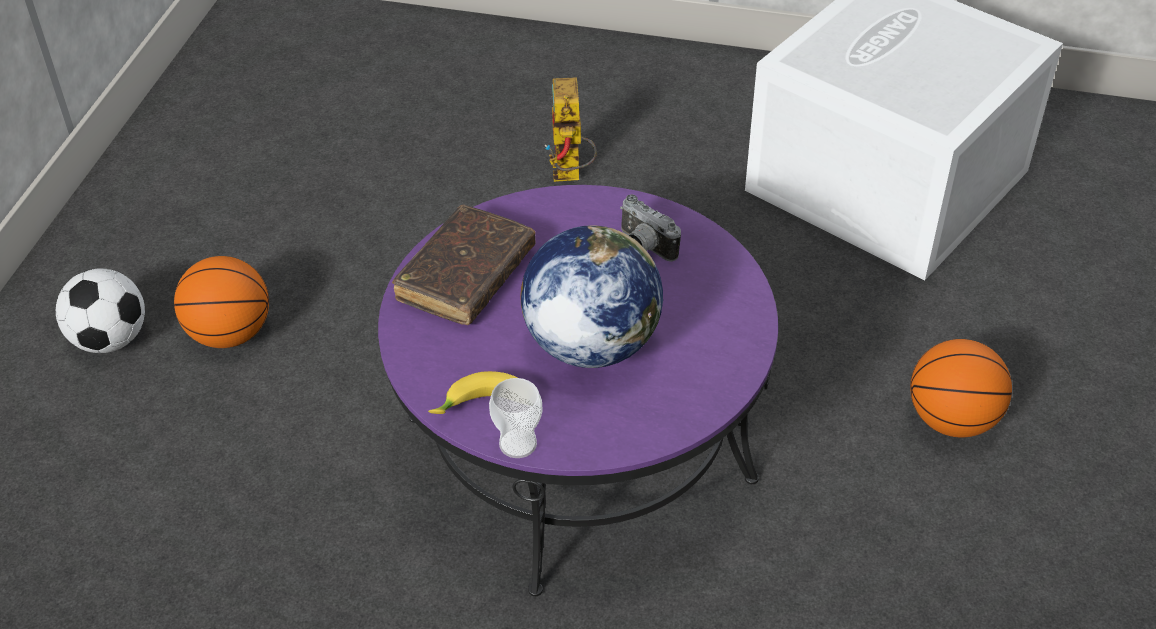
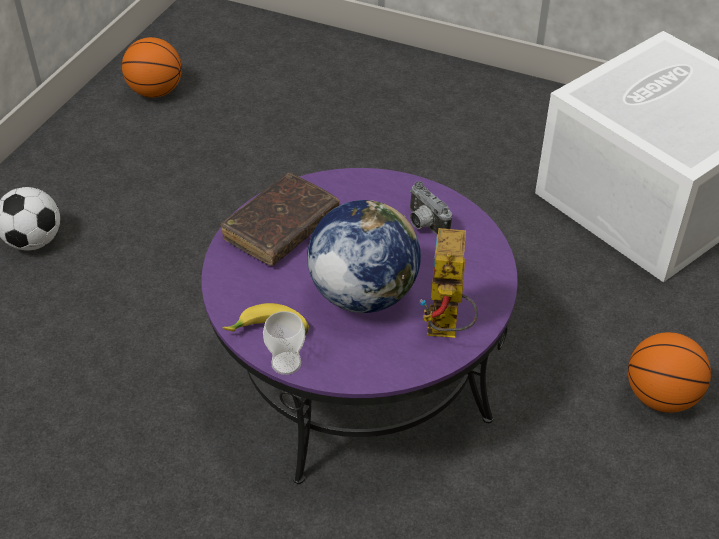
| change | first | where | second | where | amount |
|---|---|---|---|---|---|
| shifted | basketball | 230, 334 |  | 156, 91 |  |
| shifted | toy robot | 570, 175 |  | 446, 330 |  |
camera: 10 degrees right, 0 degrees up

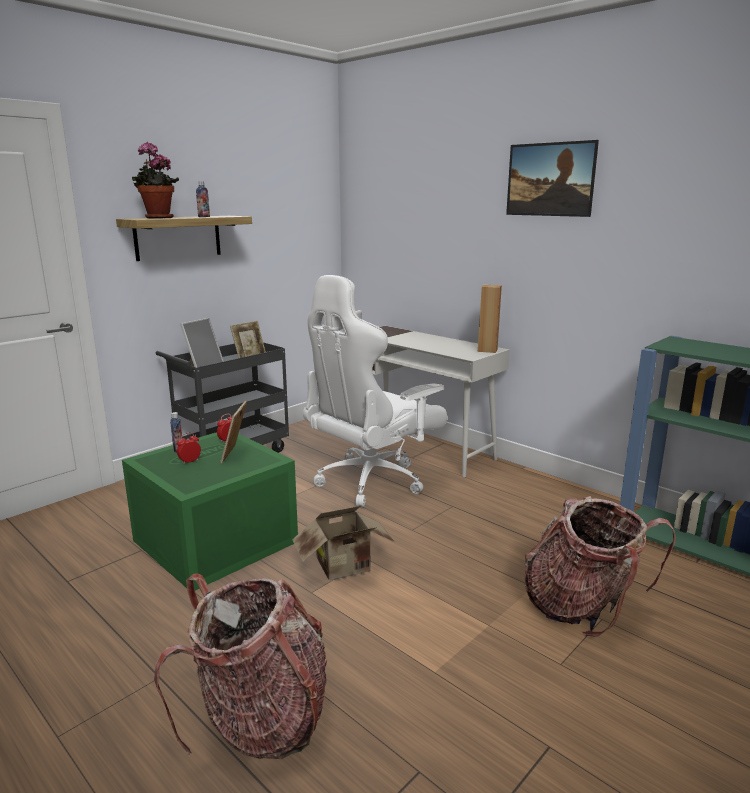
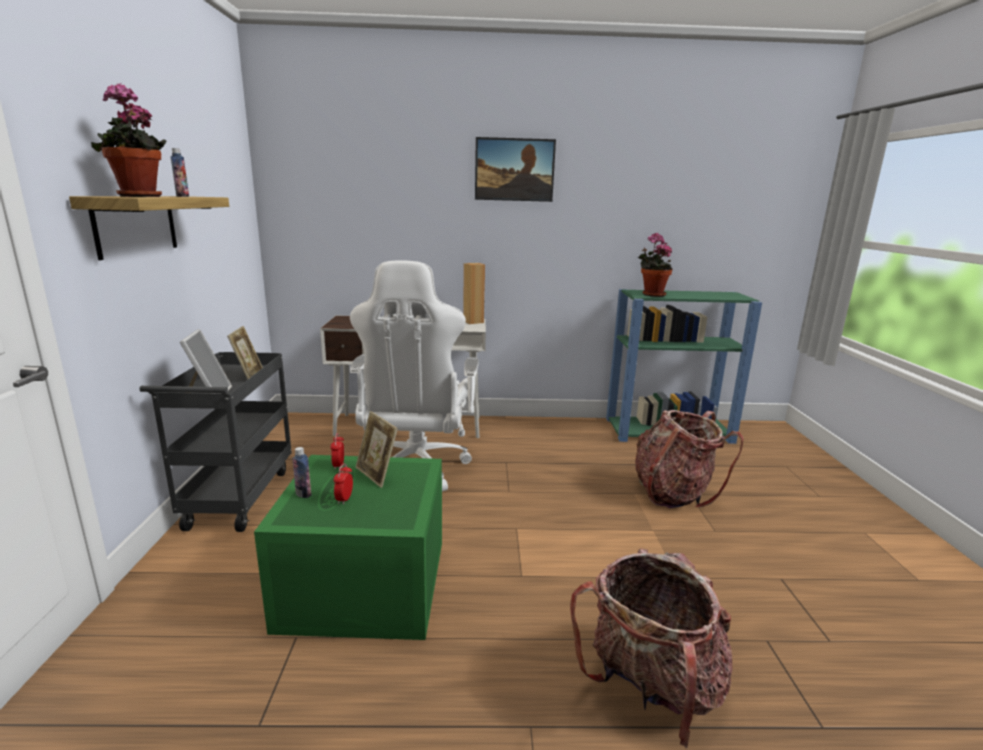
| change | first | where | second | where | amount |
|---|---|---|---|---|---|
| new |  |  | potted plant | 651, 294 |  |
| gone | cardboard box | 346, 568 |  |  |  |
camera: 45 degrees left, 0 degrees up

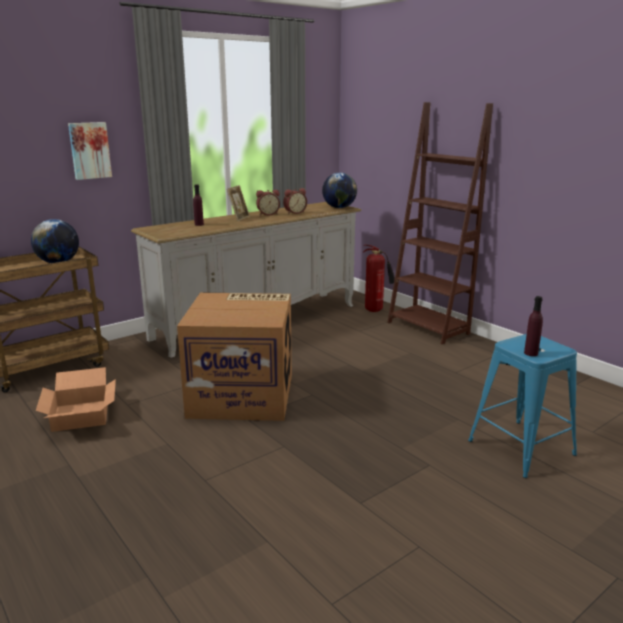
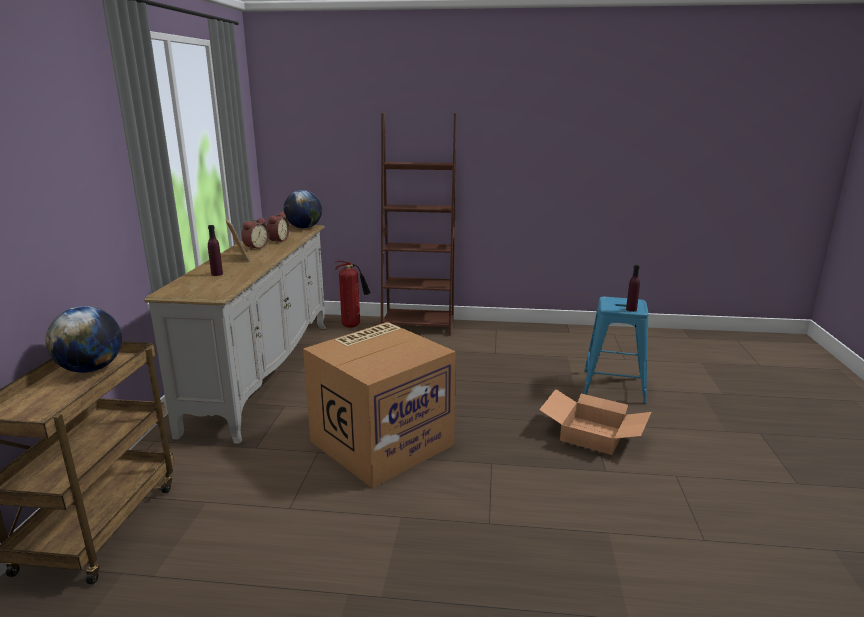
| change | first | where | second | where | amount |
|---|---|---|---|---|---|
| shifted | cardboard box | 82, 415 |  | 593, 435 |  |
| gone | picture | 89, 150 |  |  |  |
camera: 45 degrees left, 0 degrees up

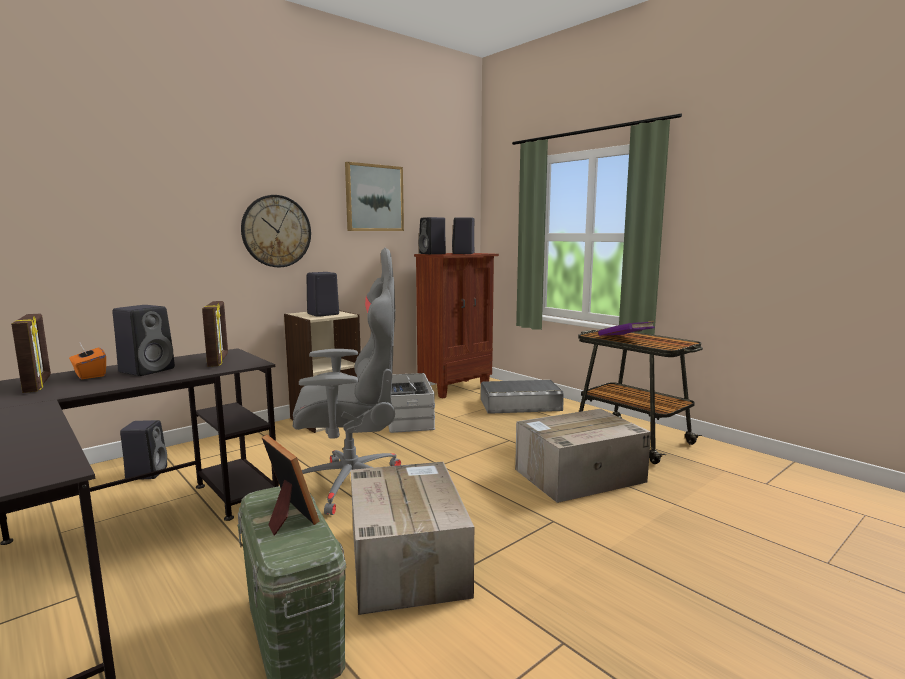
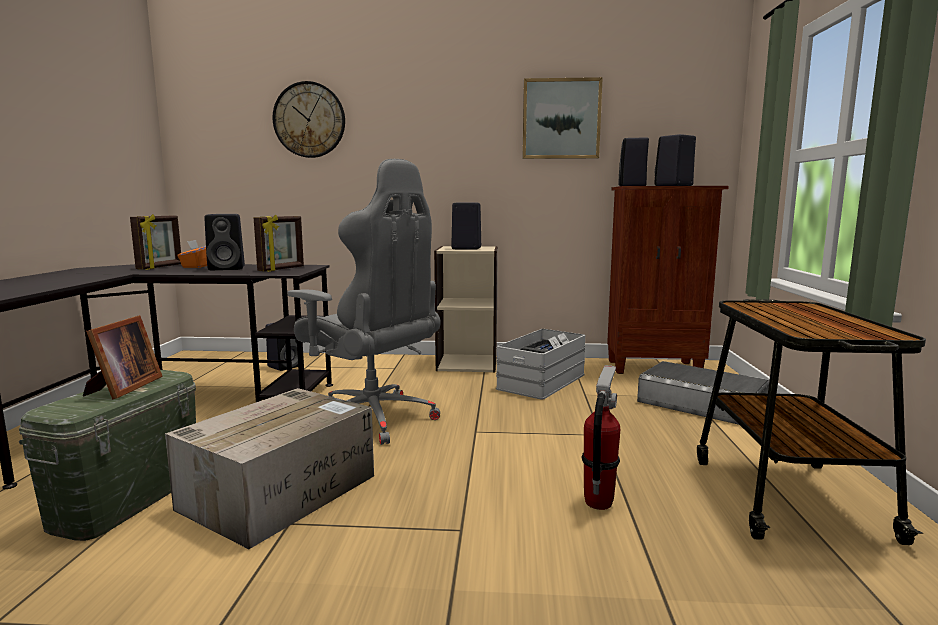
| change | first | where | second | where | amount |
|---|---|---|---|---|---|
| shifted | wall clock | 276, 231 |  | 309, 120 |  |
| swapped | cardboard box | 578, 476 | fire extinguisher | 598, 502 |  |
| gone | book/purple | 625, 339 |  |  |  |
camera: 45 degrees right, 0 degrees up

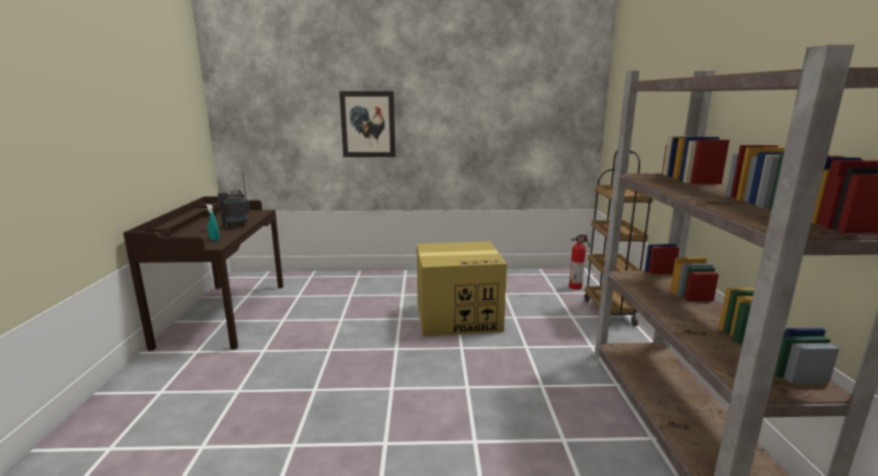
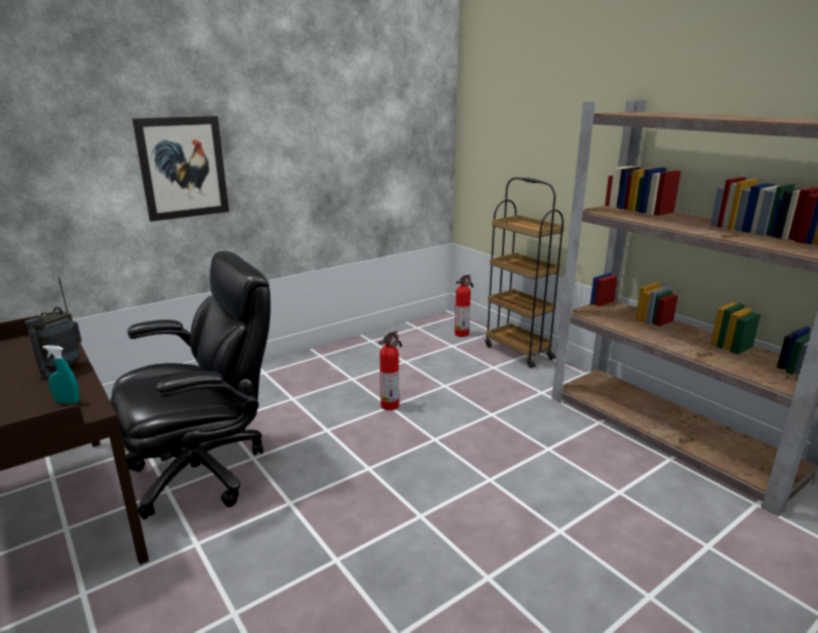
| change | first | where | second | where | amount |
|---|---|---|---|---|---|
| new |  |  | office chair/black | 205, 472 |  |
| swapped | cardboard box | 459, 317 | fire extinguisher | 391, 405 |  |
camera: 35 degrees left, 5 degrees up

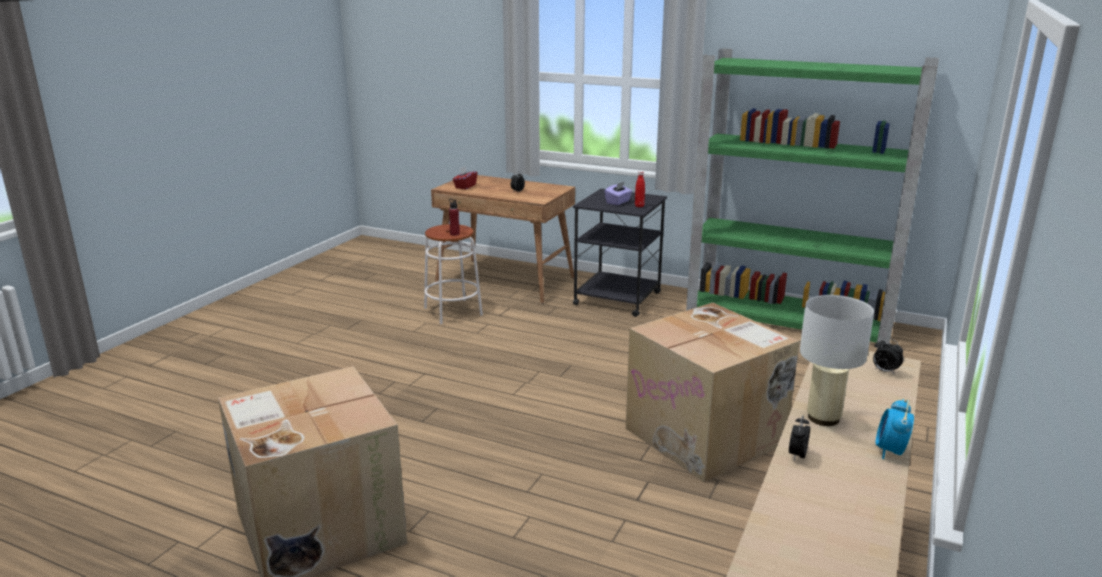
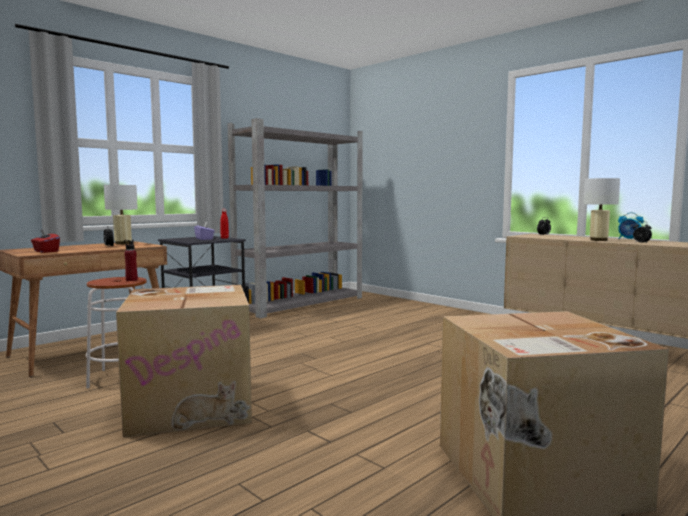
| change | first | where | second | where | amount |
|---|---|---|---|---|---|
| new |  |  | table lamp/white | 123, 243 |  |
| shifted | cardboard box | 707, 436 |  | 192, 405 |  |
| repainted | bookcase/green | 788, 318 | bookcase/grey | 301, 304 |  |
camera: 70 degrees left, 15 degrees down

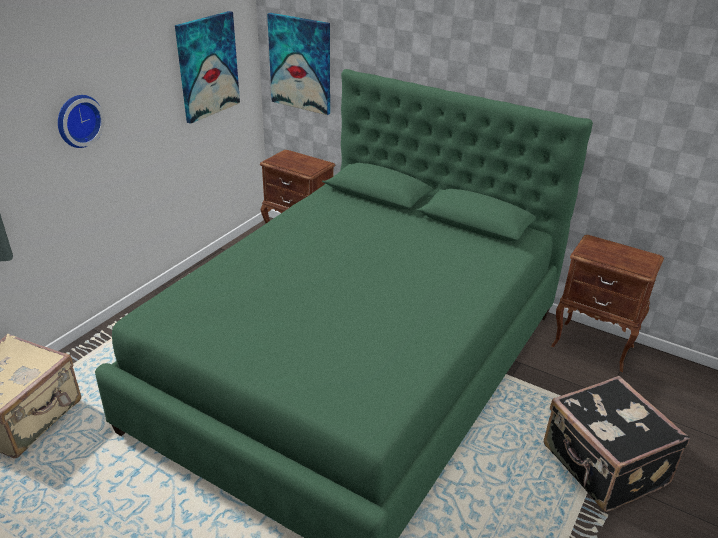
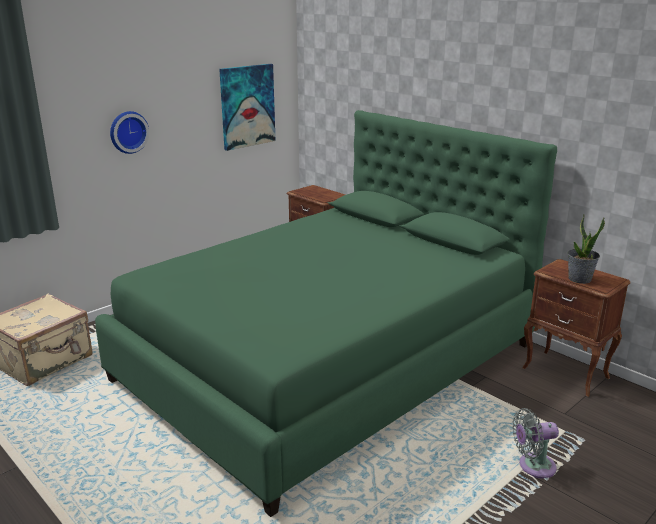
| change | first | where | second | where | amount |
|---|---|---|---|---|---|
| swapped | suitcase/black | 602, 466 | fan/grey | 533, 466 |  |
| new |  |  | potted plant | 579, 279 |  |
| gone | picture | 300, 63 |  |  |  |
camera: 15 degrees right, 10 degrees down

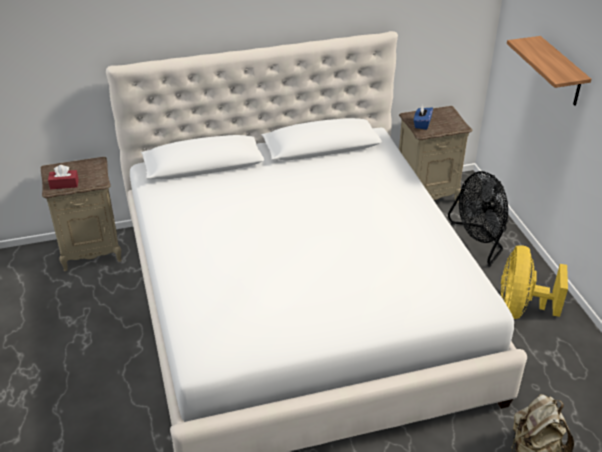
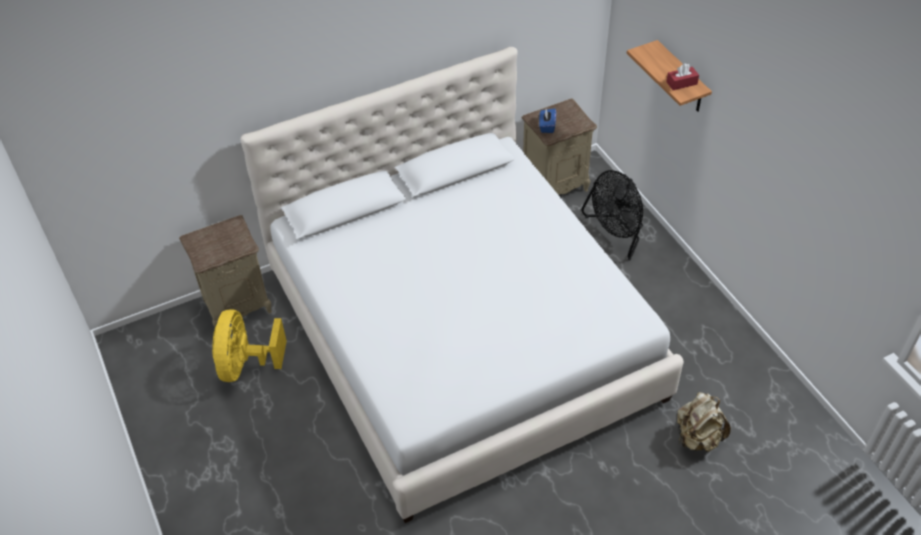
| change | first | where | second | where | amount |
|---|---|---|---|---|---|
| shifted | fan/yellow | 521, 308 |  | 246, 365 |  |
| shifted | tissue box/red | 64, 184 |  | 681, 83 |  |
camera: 10 degrees left, 10 degrees up

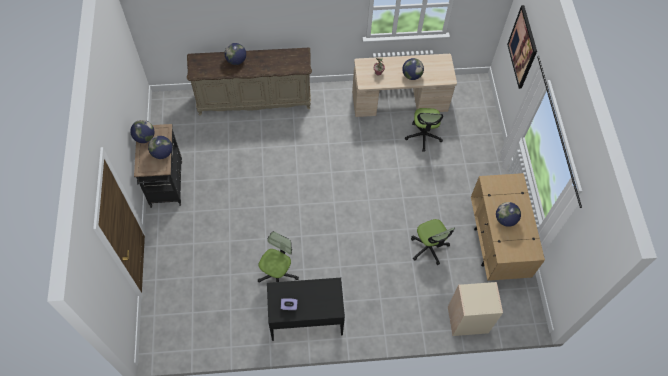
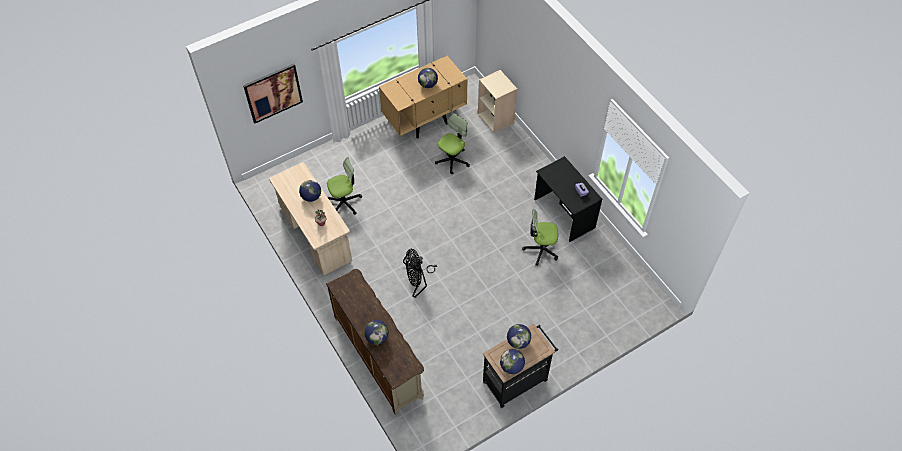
| change | first | where | second | where | amount |
|---|---|---|---|---|---|
| new |  |  | fan/black | 418, 277 |  |
camera: 115 degrees left, 5 degrees down

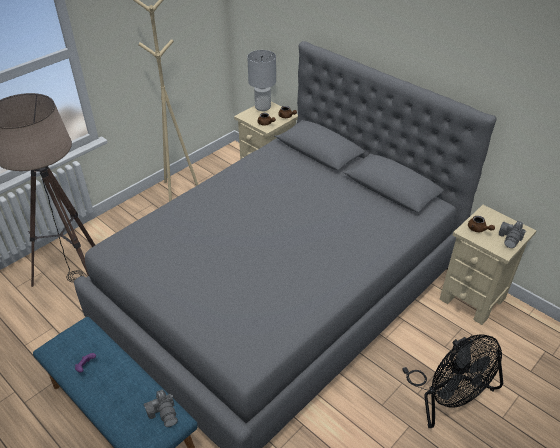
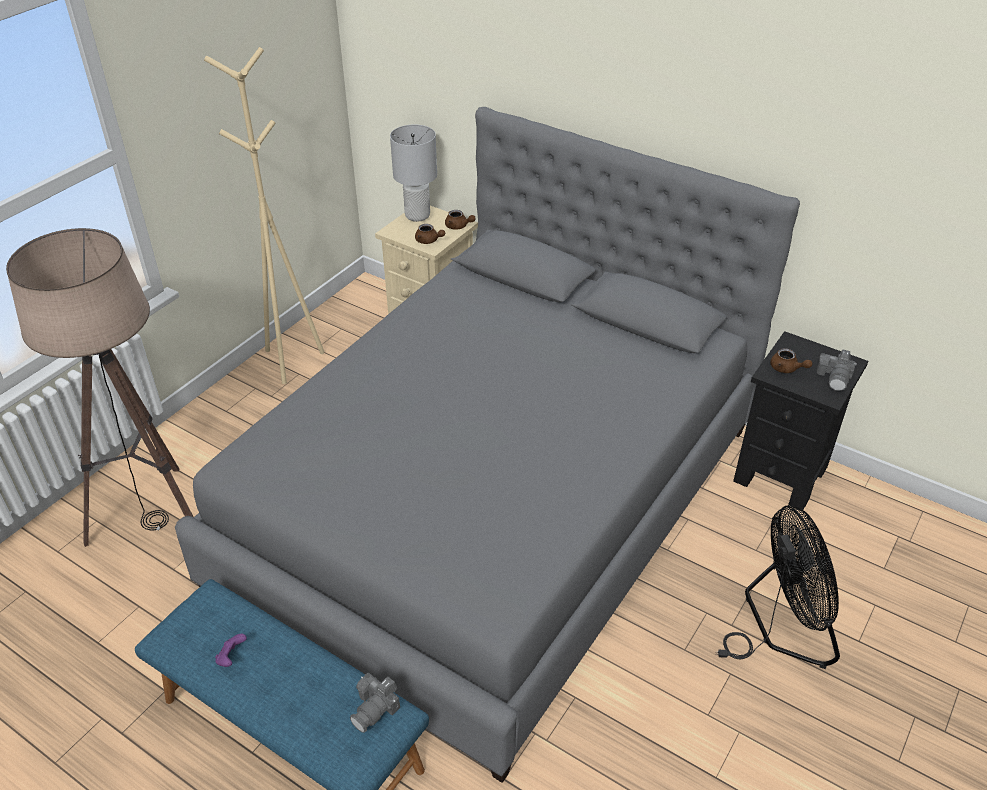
| change | first | where | second | where | amount |
|---|---|---|---|---|---|
| rotated | photo camera | 164, 412 |  | 375, 708 | 75 degrees clockwise |
| rotated | fan/black | 447, 396 |  | 775, 621 | 60 degrees counterclockwise |
| repainted | nightstand/beige | 472, 299 | nightstand/black | 781, 475 |  |
camera: 10 degrees left, 0 degrees up

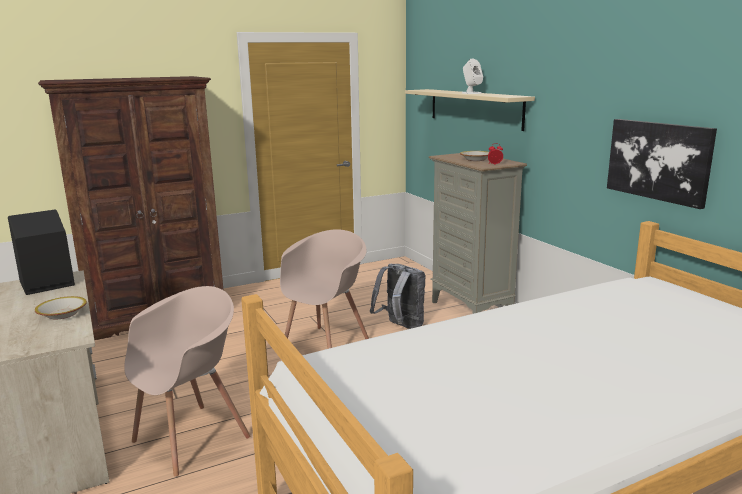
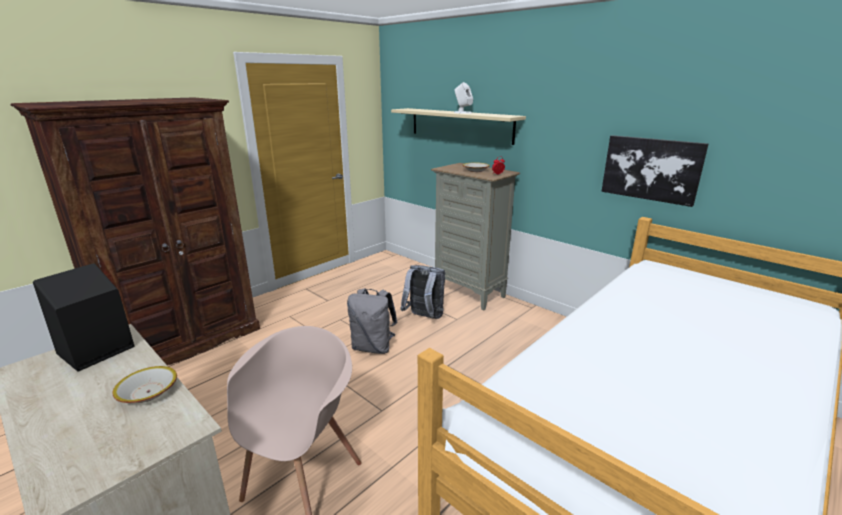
| change | first | where | second | where | amount |
|---|---|---|---|---|---|
| swapped | chair/beige | 326, 346 | backpack/grey | 373, 347 |  |
camera: 20 degrees left, 5 degrees up

